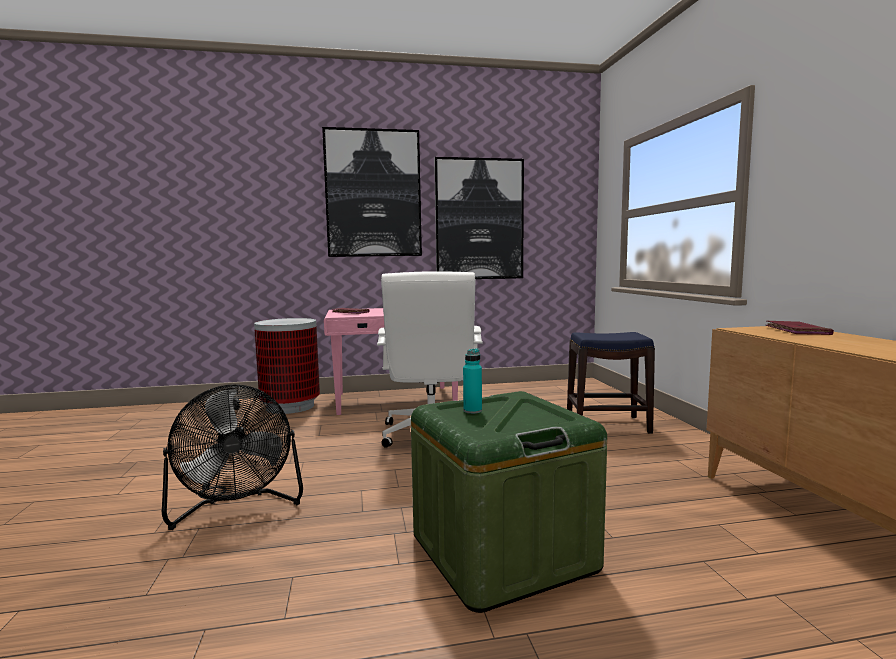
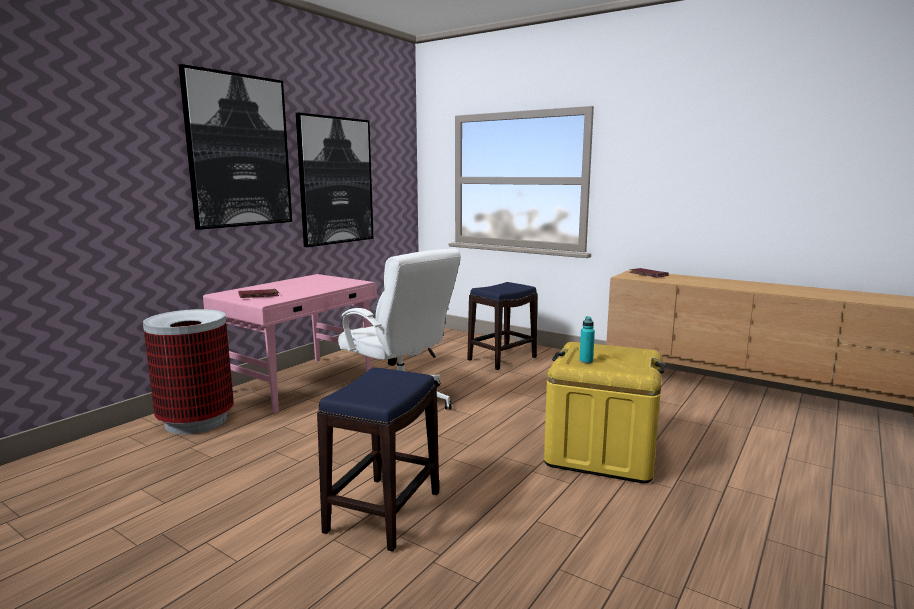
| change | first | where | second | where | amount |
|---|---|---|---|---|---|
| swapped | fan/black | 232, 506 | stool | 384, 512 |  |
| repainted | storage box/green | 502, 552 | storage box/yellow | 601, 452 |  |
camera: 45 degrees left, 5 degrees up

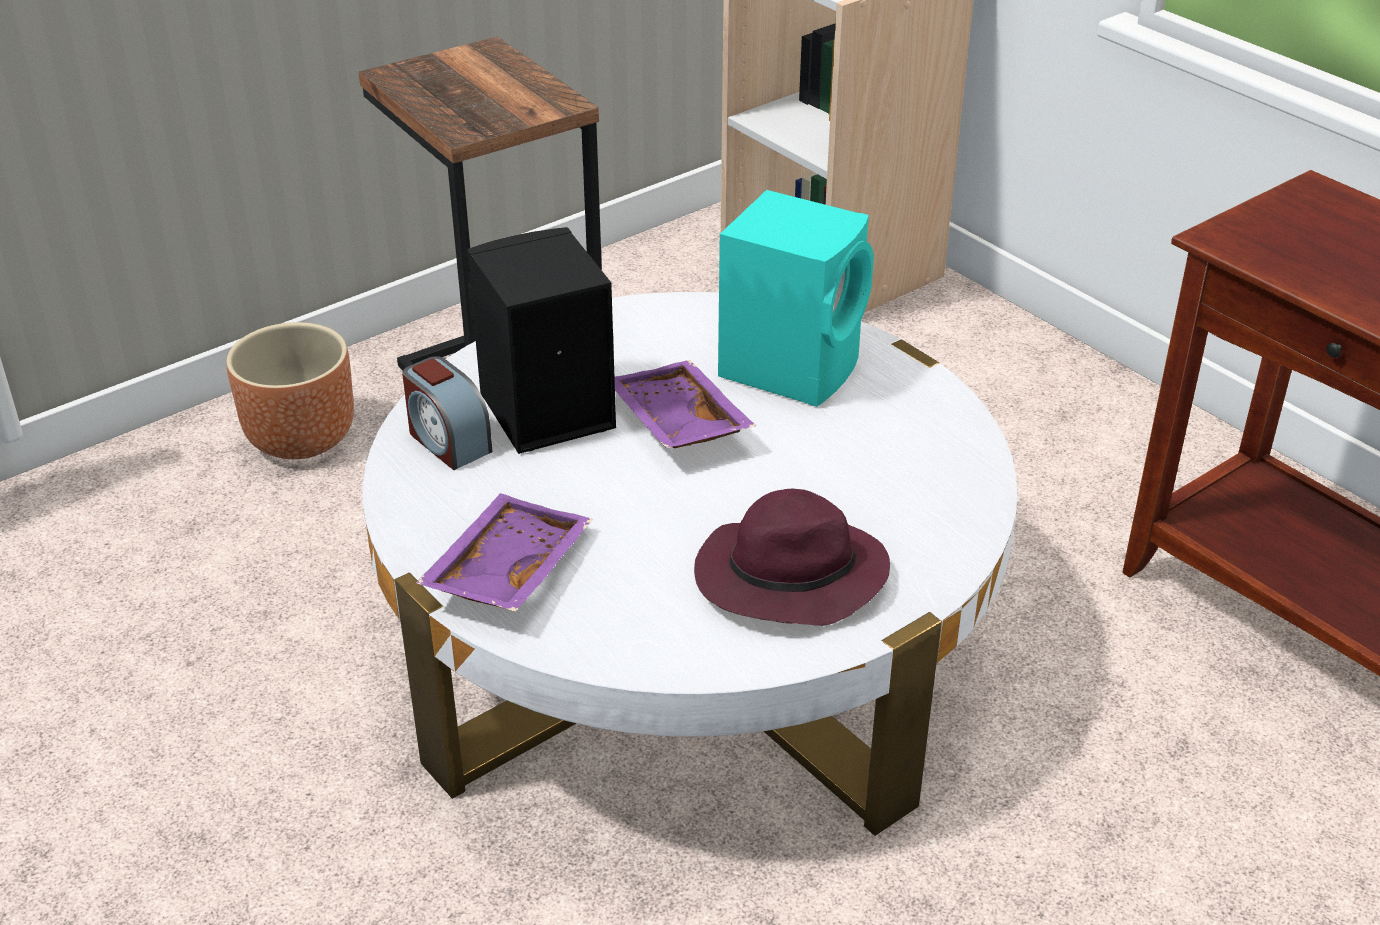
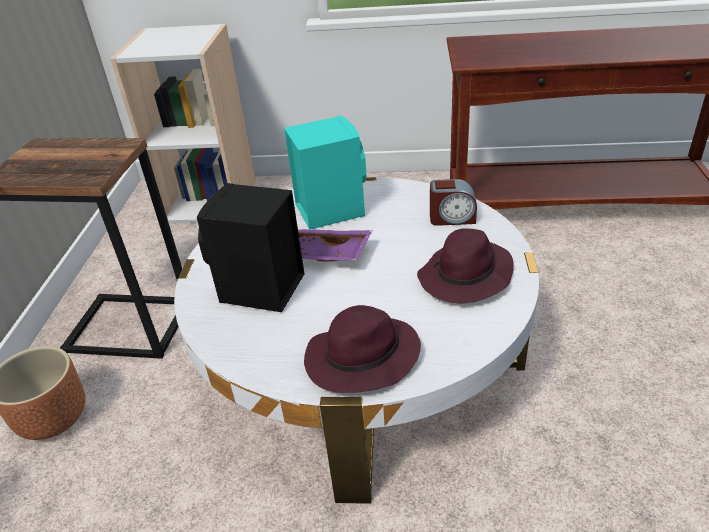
| change | first | where | second | where | amount |
|---|---|---|---|---|---|
| swapped | tray/purple | 505, 570 | hat/purple | 361, 360 |  |
| shifted | alarm clock | 448, 441 |  | 452, 218 |  |
camera: 45 degrees left, 0 degrees up

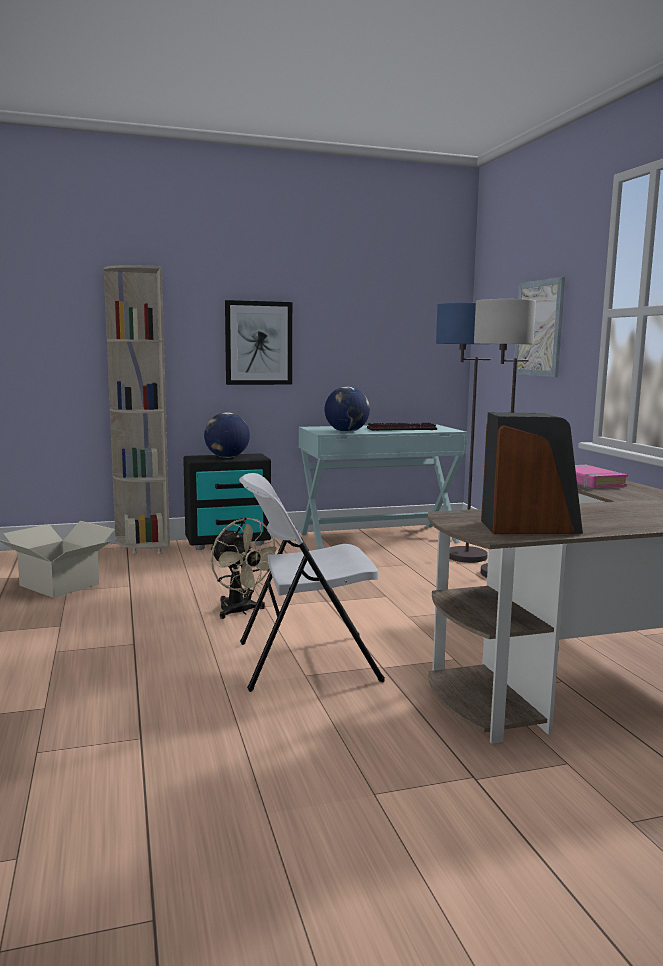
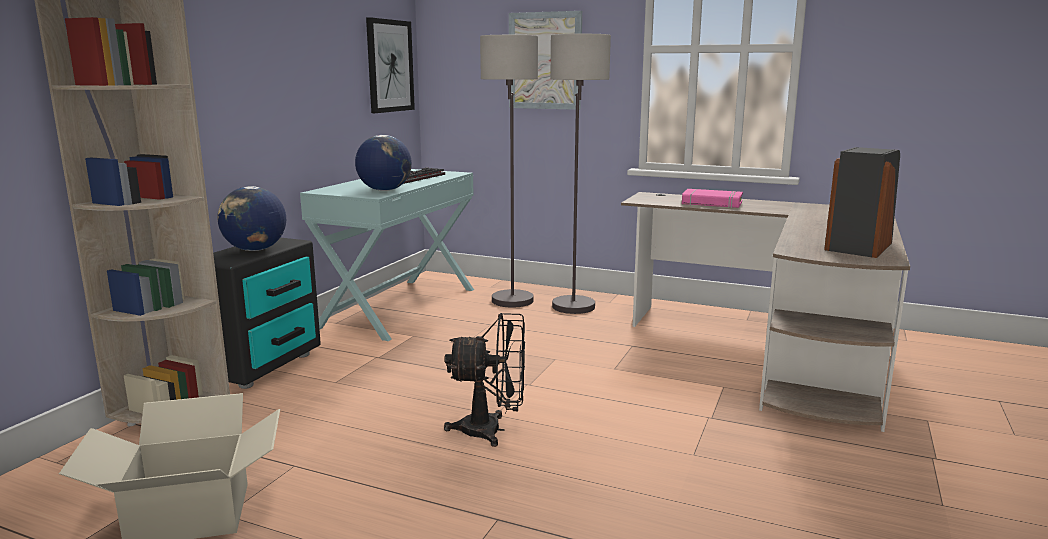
| change | first | where | second | where | amount |
|---|---|---|---|---|---|
| shifted | picture | 258, 343 |  | 389, 66 |  |
| repainted | fan/beige | 240, 611 | fan/black | 492, 430 |  |
| repainted | floor lamp/blue | 457, 558 | floor lamp/grey | 511, 305 |  |
| gone | chair/white | 308, 661 |  |  |  |
camera: 50 degrees left, 5 degrees up

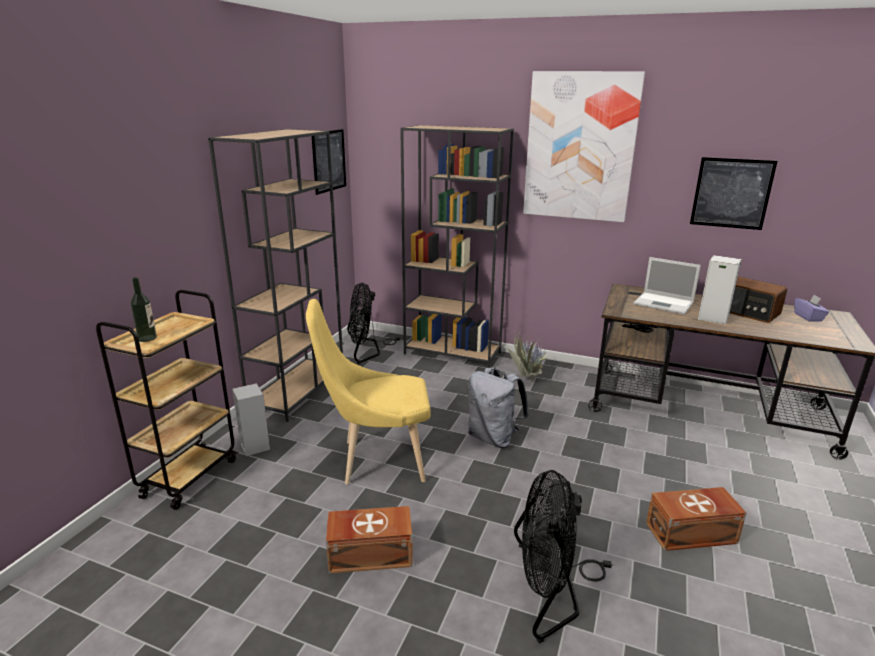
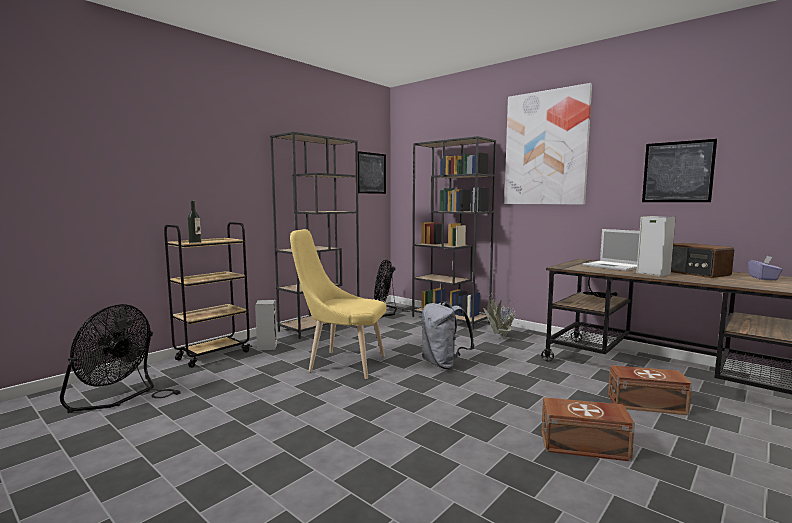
| change | first | where | second | where | amount |
|---|---|---|---|---|---|
| shifted | fan/black | 552, 585 |  | 127, 395 |  |
| shifted | storage box/brown | 369, 553 |  | 645, 403 |  |
camera: 20 degrees right, 15 degrees down

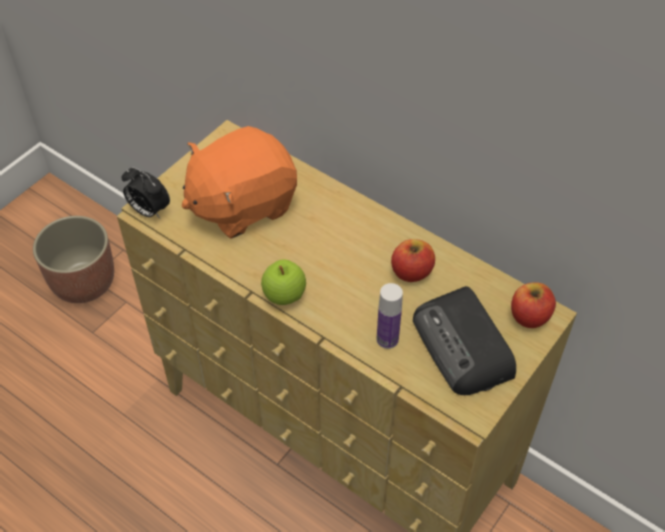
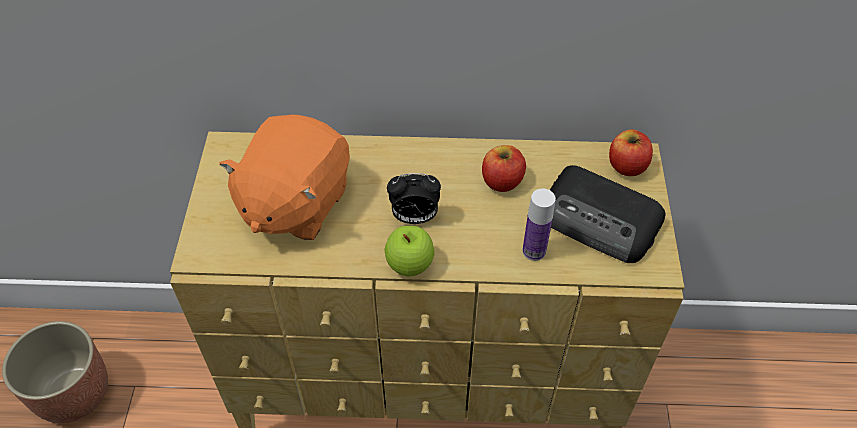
| change | first | where | second | where | amount |
|---|---|---|---|---|---|
| shifted | alarm clock | 148, 211 |  | 414, 218 |  |
camera: 35 degrees left, 0 degrees up

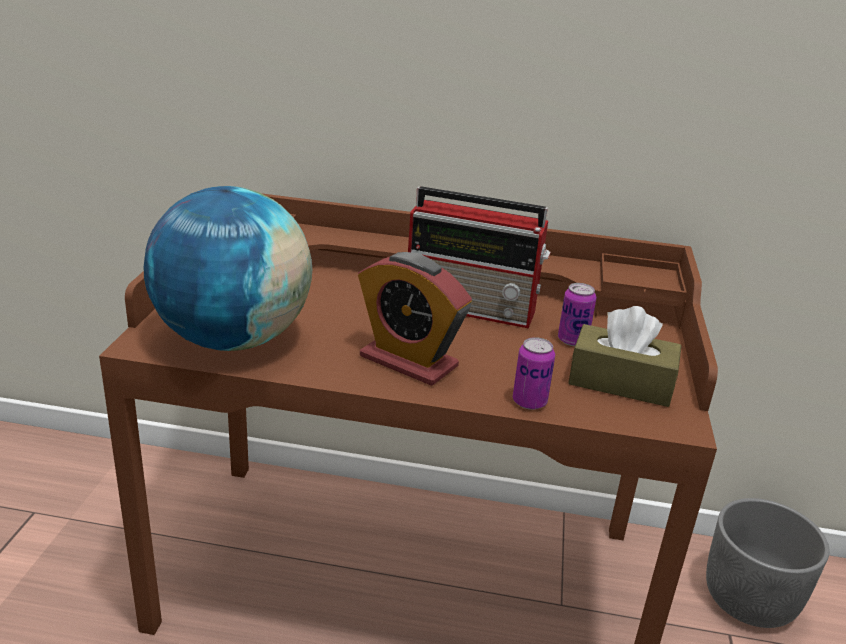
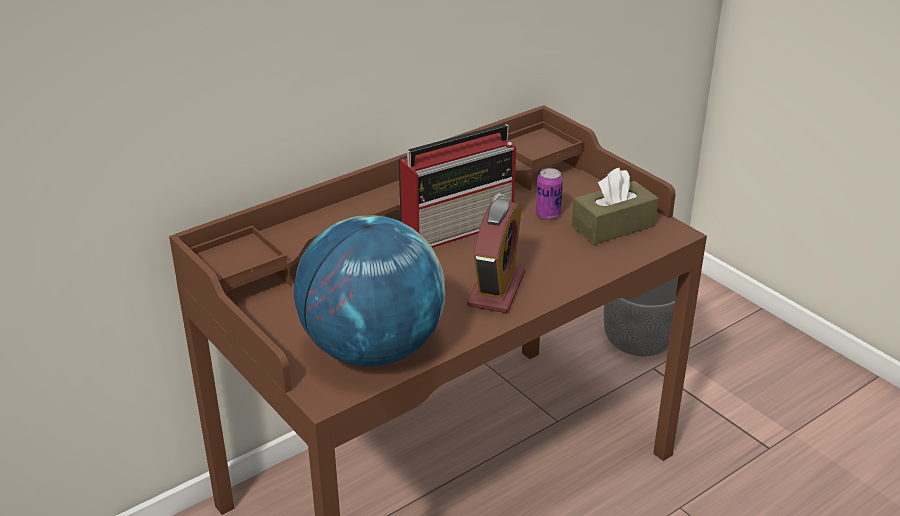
| change | first | where | second | where | amount |
|---|---|---|---|---|---|
| rotated | alarm clock | 408, 361 |  | 496, 289 | 60 degrees counterclockwise |
| gone | can | 529, 402 |  |  |  |
camera: 45 degrees left, 5 degrees up

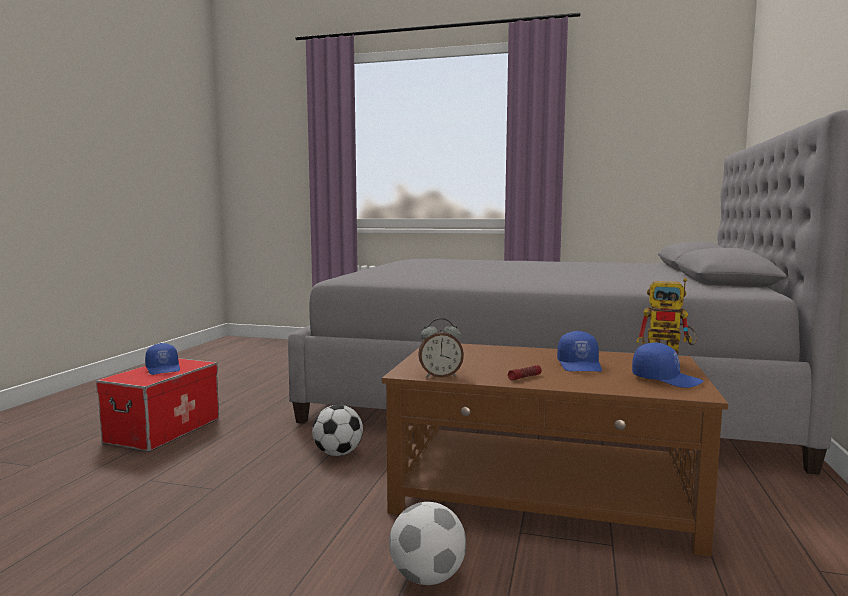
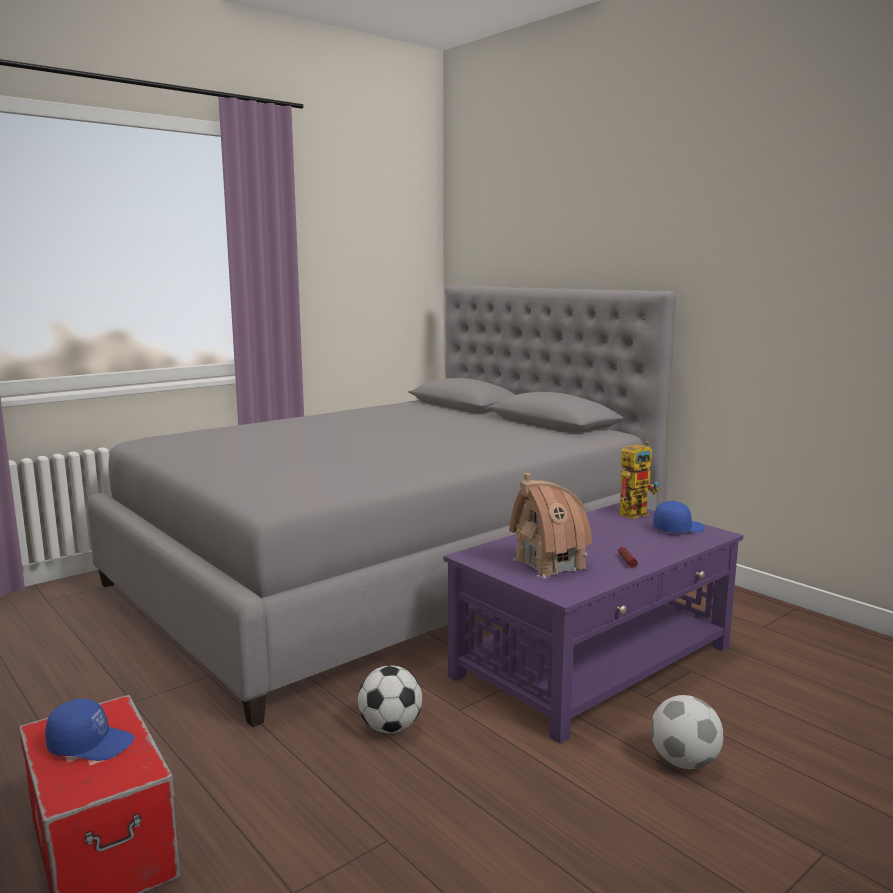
| change | first | where | second | where | amount |
|---|---|---|---|---|---|
| repainted | coffee table/brown | 545, 494 | coffee table/purple | 595, 661 |  |
| new |  |  | toy house | 550, 564 |  |
| gone | alarm clock | 440, 376 |  |  |  |
| gone | cap/blue | 580, 366 |  |  |  |
camera: 55 degrees left, 5 degrees up

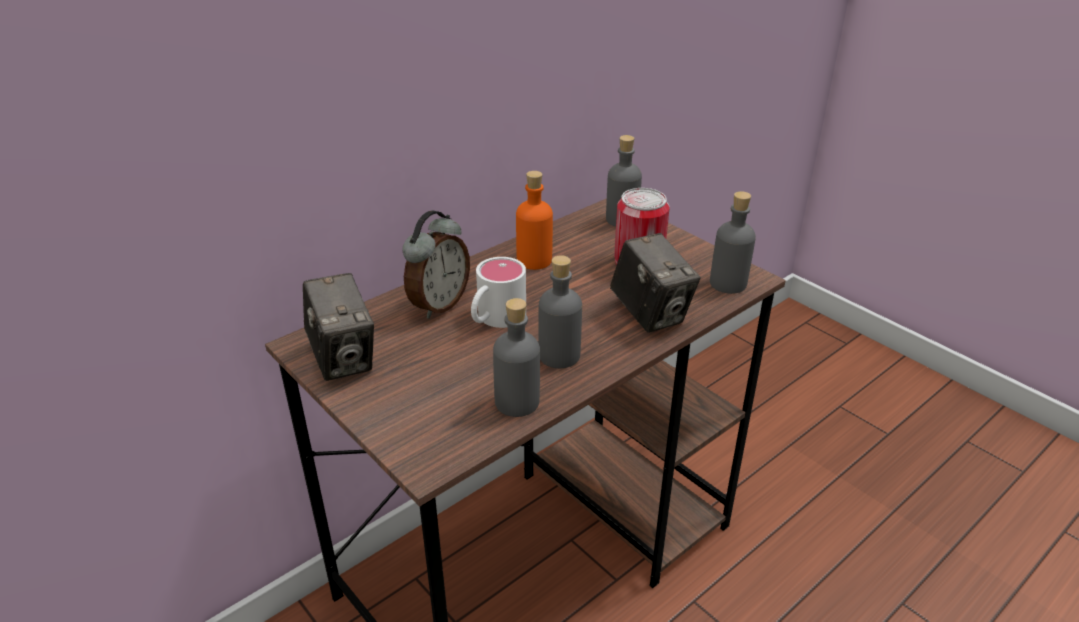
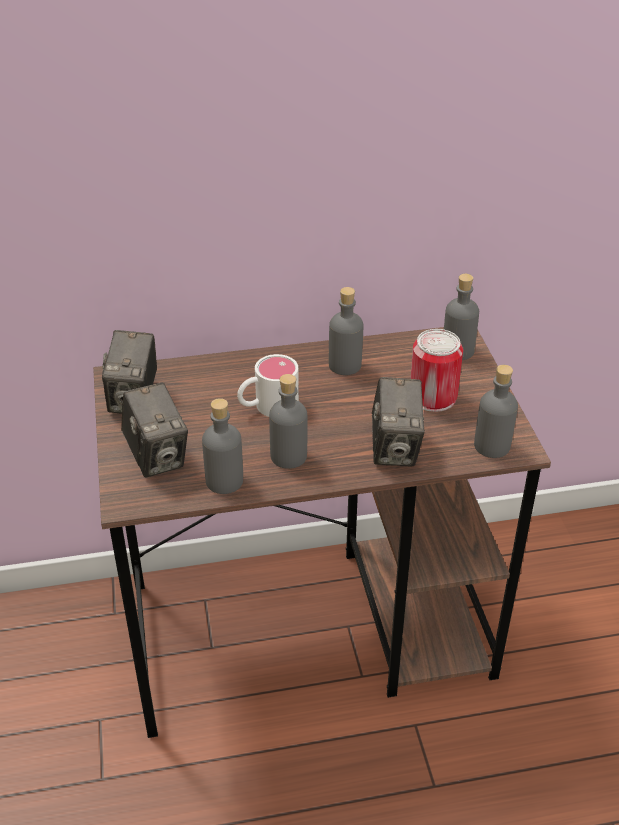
| change | first | where | second | where | amount |
|---|---|---|---|---|---|
| new |  |  | photo camera | 157, 456 |  |
| repainted | bottle/orange | 534, 260 | bottle/grey | 345, 365 |  |
| gone | alarm clock | 438, 304 |  |  |  |
camera: 30 degrees right, 5 degrees up

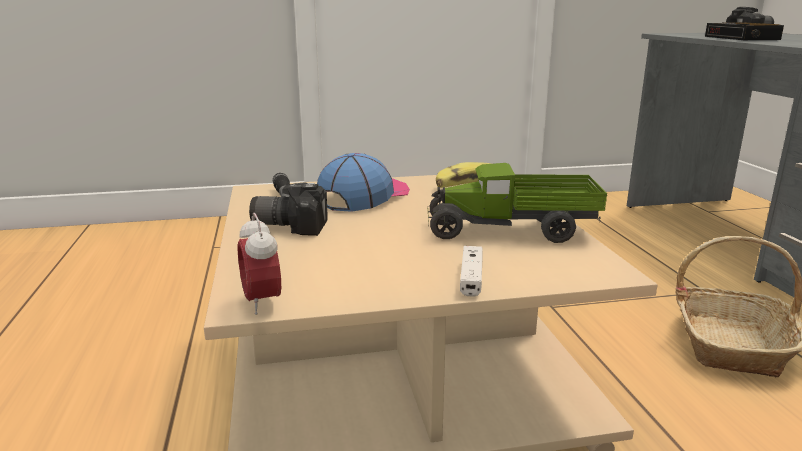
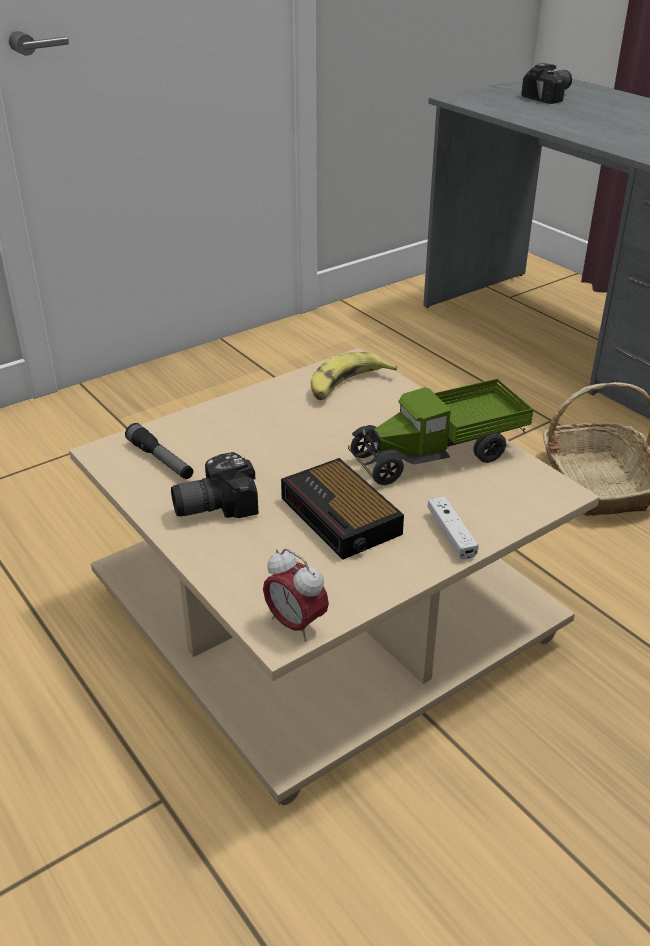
| change | first | where | second | where | amount |
|---|---|---|---|---|---|
| shifted | alarm clock | 742, 38 |  | 342, 517 |  |
| gone | cap | 363, 196 |  |  |  |
camera: 25 degrees left, 15 degrees up

